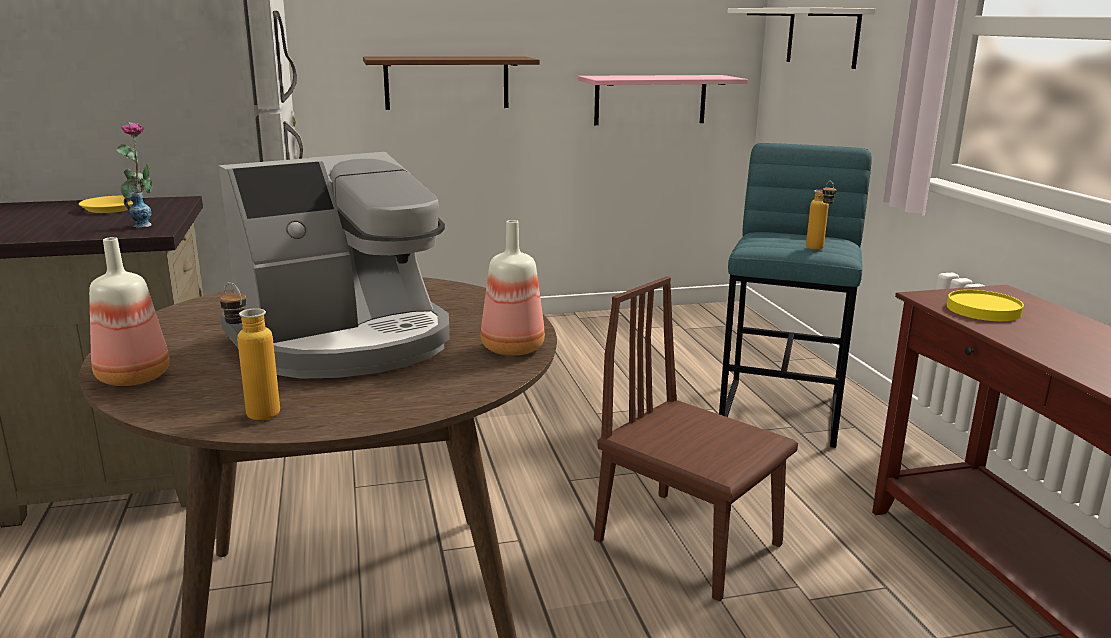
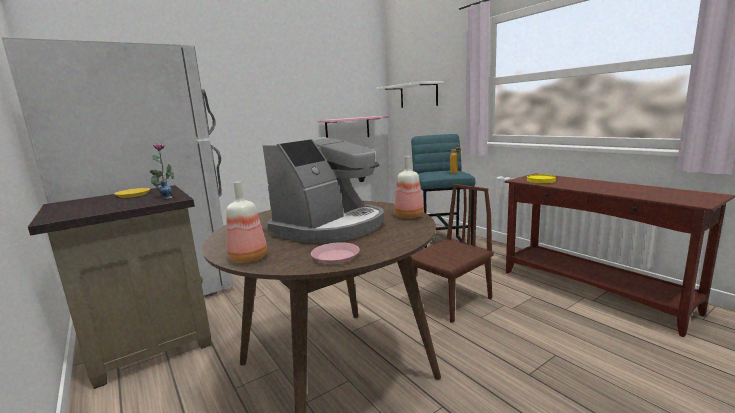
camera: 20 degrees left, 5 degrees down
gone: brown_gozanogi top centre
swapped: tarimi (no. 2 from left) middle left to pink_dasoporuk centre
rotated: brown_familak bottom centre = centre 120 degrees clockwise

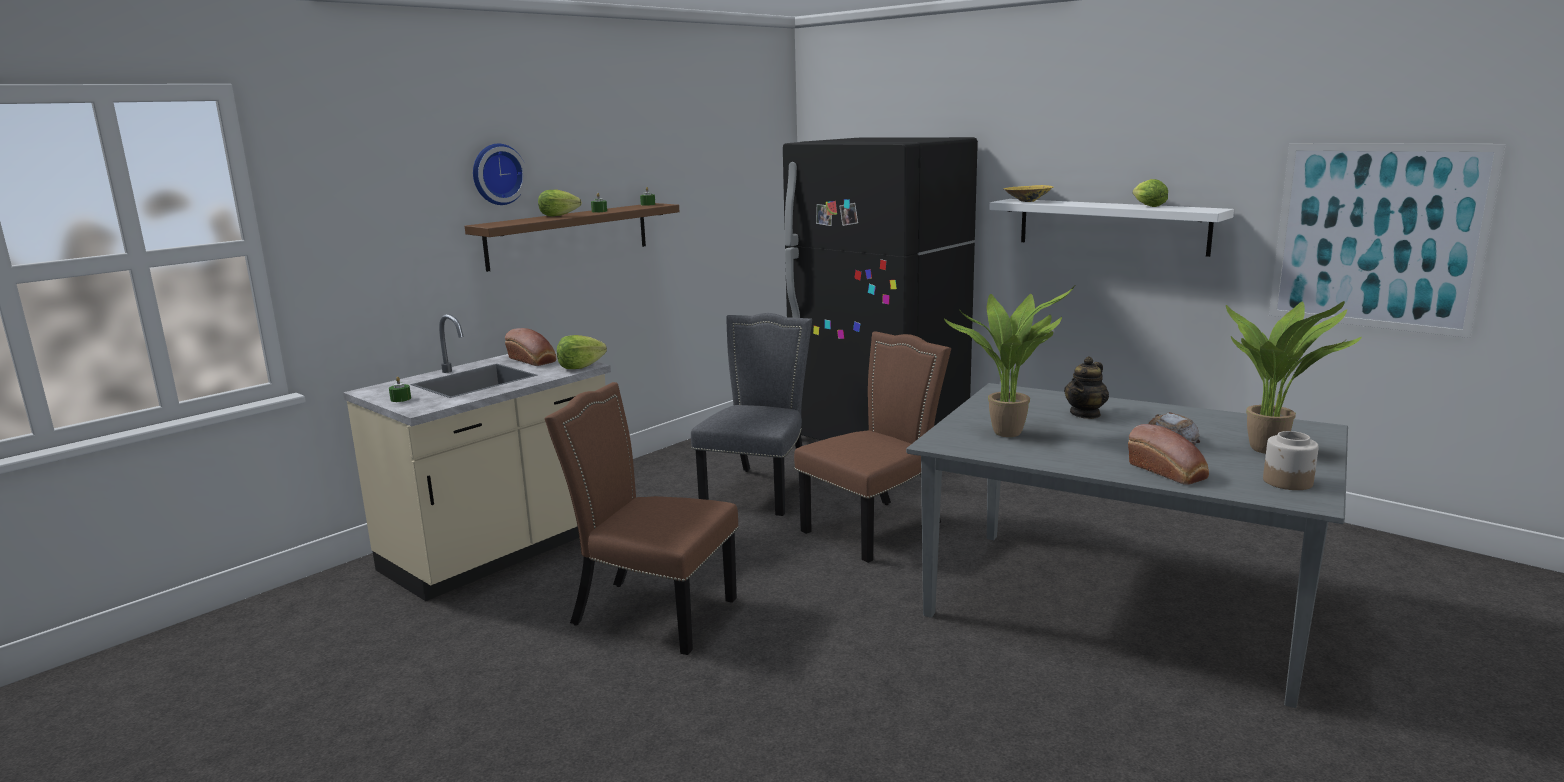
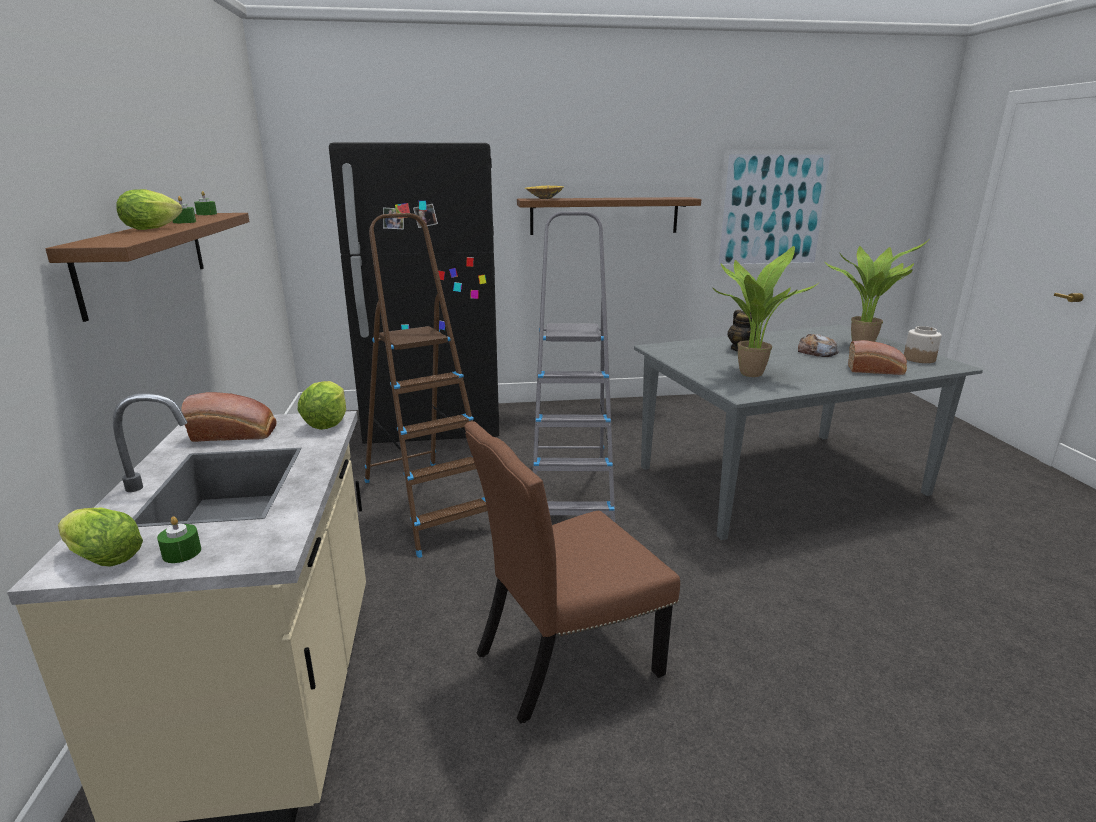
camera: 50 degrees left, 5 degrees up
gone: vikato top left
shifted: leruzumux (no. 3 from left in the first image) top right to leruzumux (no. 1 from left) middle left
swapped: grey_familak centre to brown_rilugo centre; brown_familak (no. 2 from left) centre to grey_rilugo centre
repainted: white_gozanogi top right to brown_gozanogi (no. 2 from left) top centre

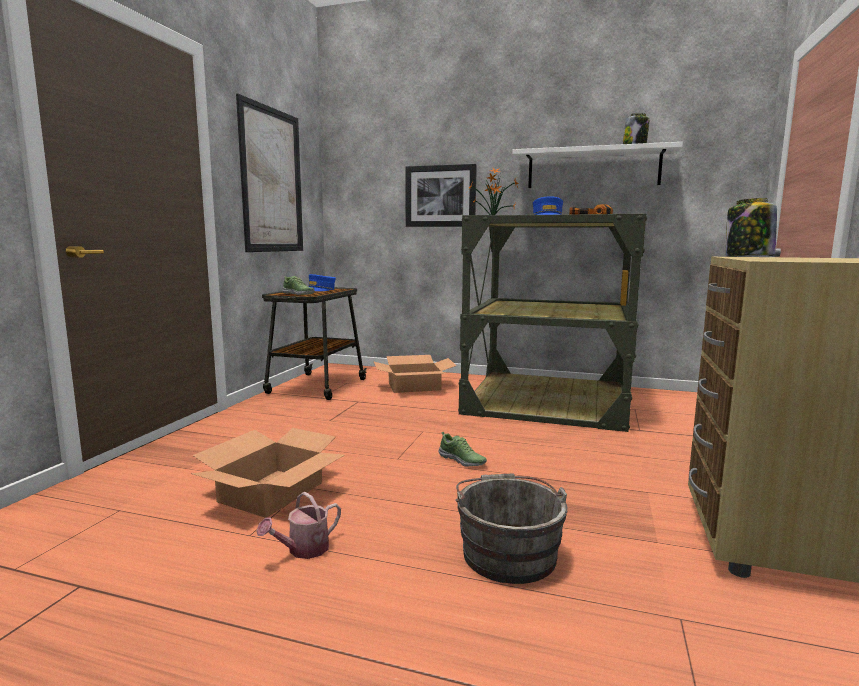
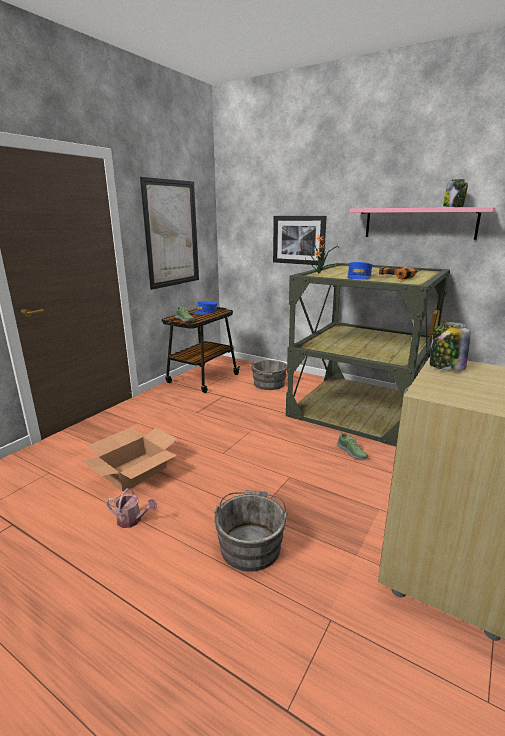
camera: 15 degrees right, 10 degrees up
shifted: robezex (no. 2 from left) centre to middle right
swapped: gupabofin (no. 2 from left) centre to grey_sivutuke (no. 2 from left) centre
repainted: white_gozanogi top right to pink_gozanogi top right
rotated: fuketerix bottom centre = bottom left 135 degrees counterclockwise

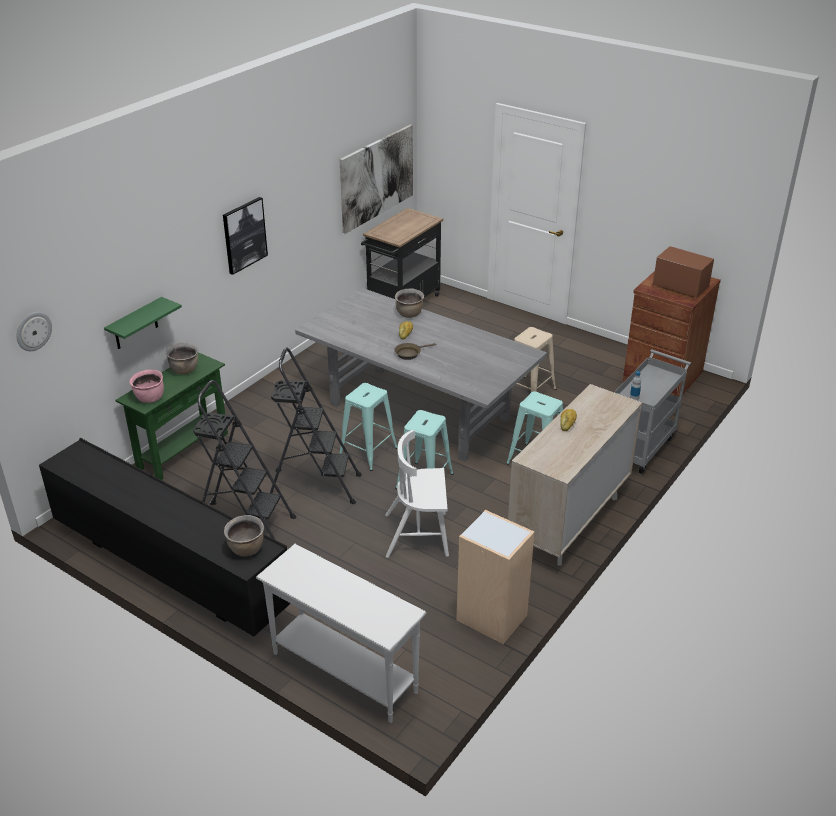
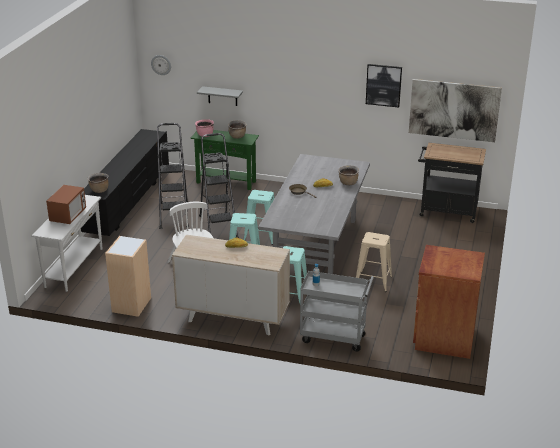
camera: 70 degrees right, 5 degrees down
shifted: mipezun (no. 1 from left) top left to top right; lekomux middle right to middle left
repainted: green_gozanogi middle left to grey_gozanogi top centre

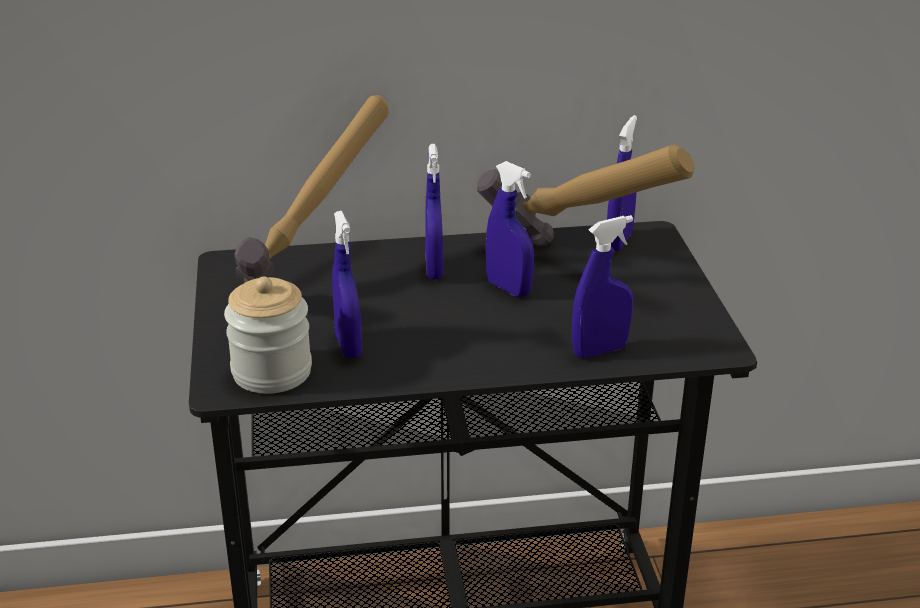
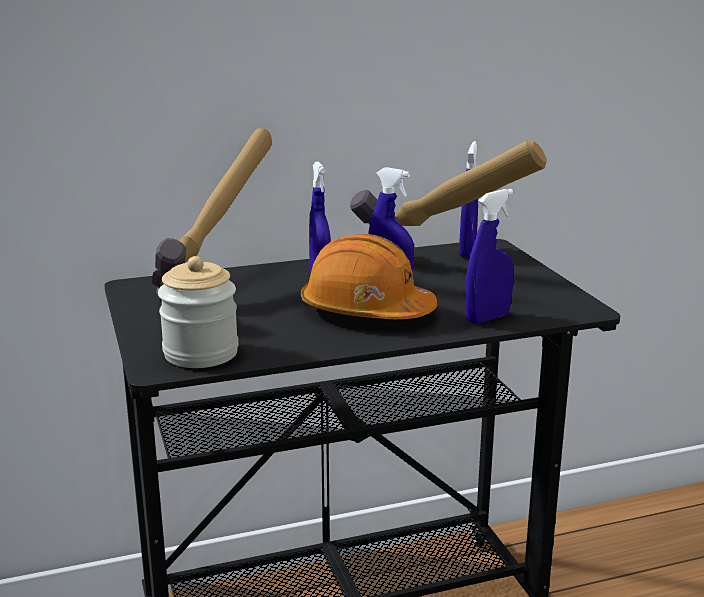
camera: 10 degrees left, 10 degrees down
gone: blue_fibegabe (no. 1 from left) centre
new: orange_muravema centre

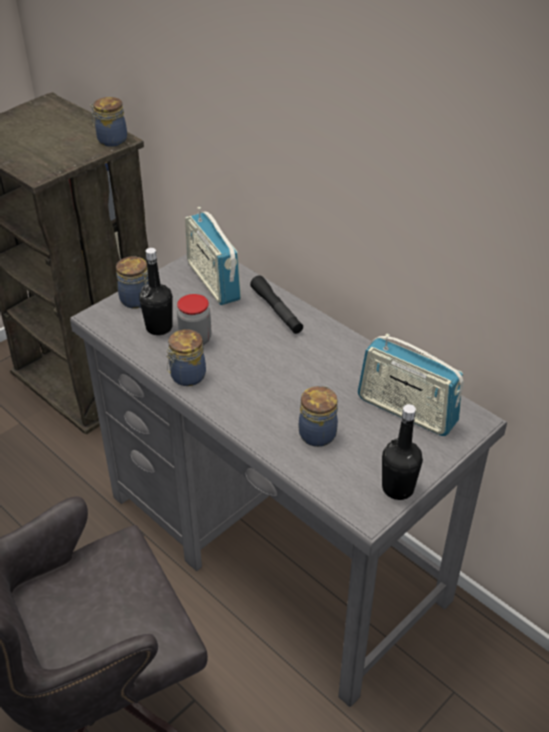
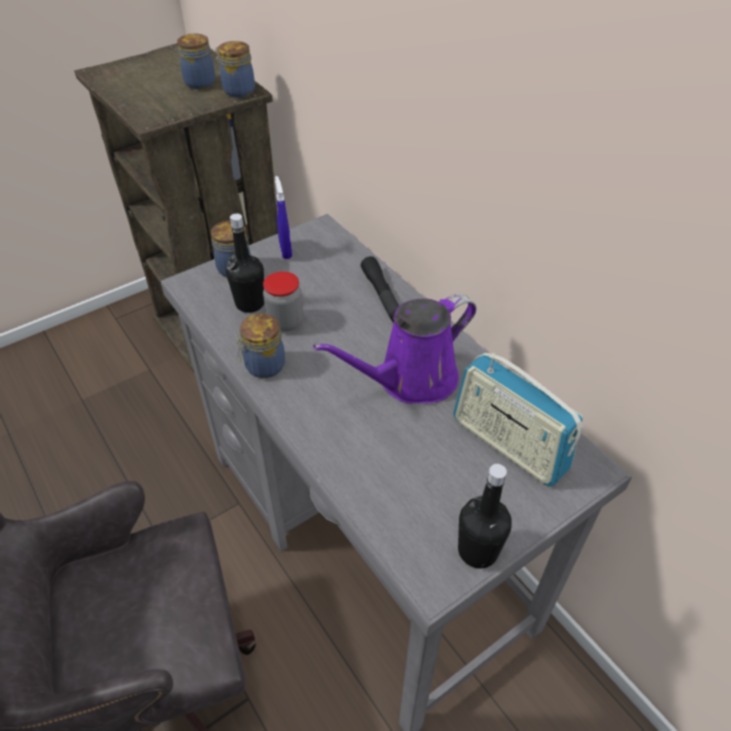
camera: 10 degrees right, 5 degrees up
gone: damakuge (no. 1 from left) centre
new: blue_fibegabe top centre; purple_fuketerix centre
shifted: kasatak (no. 5 from left in the first image) centre to kasatak (no. 1 from left) top left

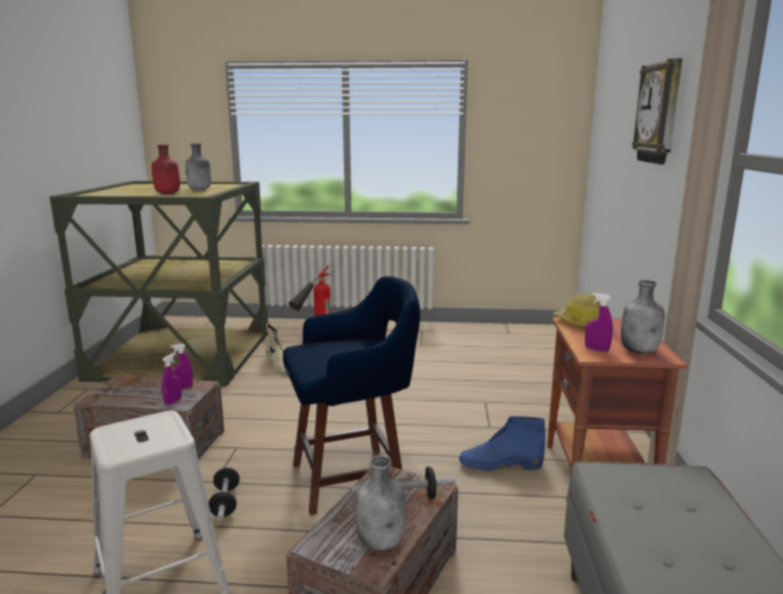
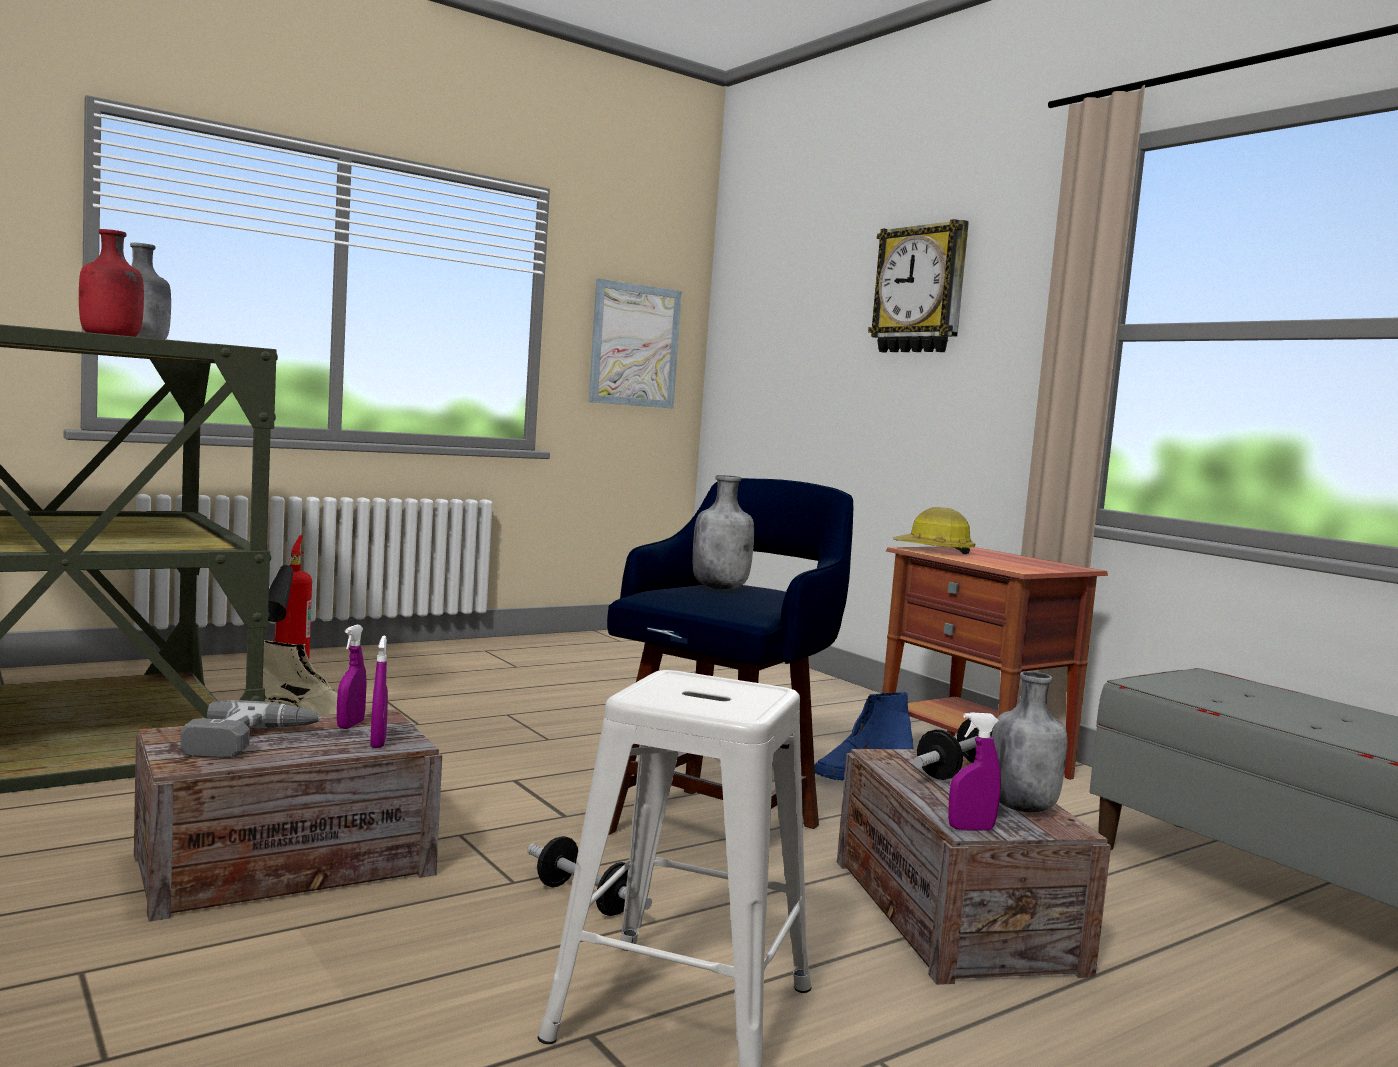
camera: 40 degrees left, 10 degrees down
new: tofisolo bottom left; mipezun top centre
shifted: purple_fibegabe (no. 3 from left) middle right to bottom right; grey_tarimi (no. 3 from left in the first image) middle right to grey_tarimi (no. 2 from left) centre

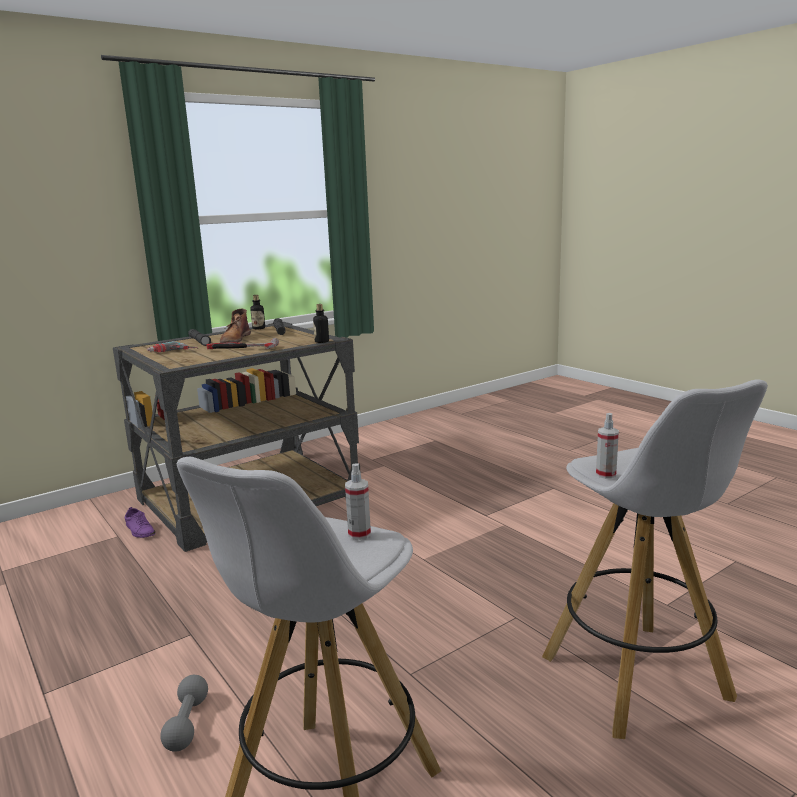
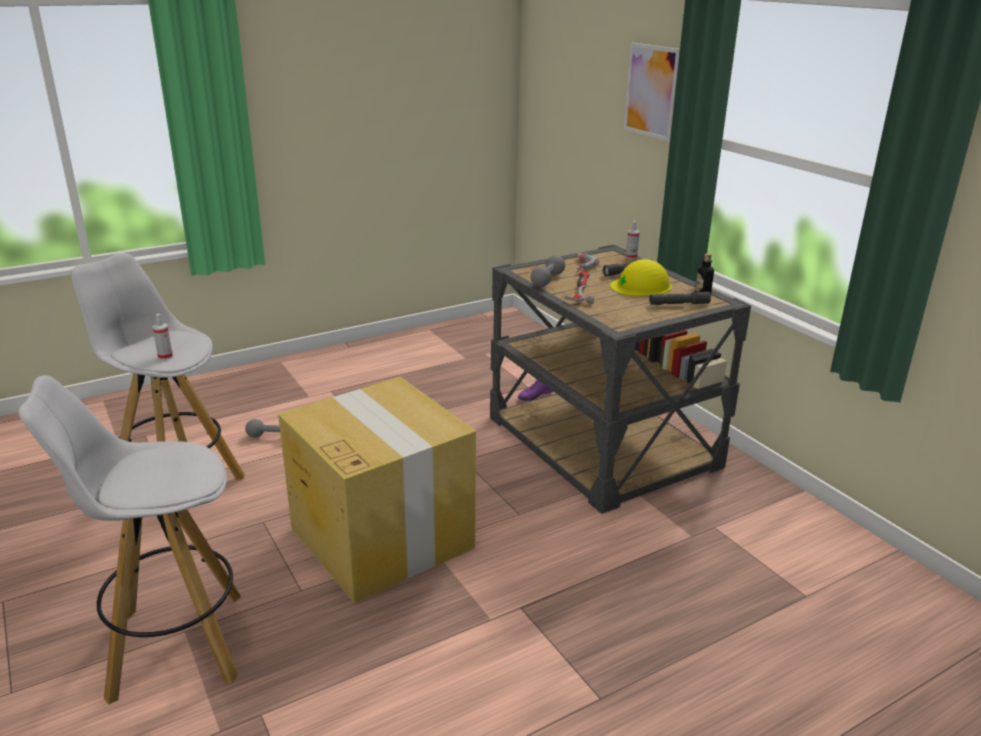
camera: 95 degrees right, 10 degrees up
gone: tarimi (no. 2 from left) centre
new: gupabofin centre; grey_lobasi (no. 2 from left) centre; mipezun top centre
shifted: fibegabe (no. 2 from left) middle right to top centre
swapped: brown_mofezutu middle left to yellow_muravema centre

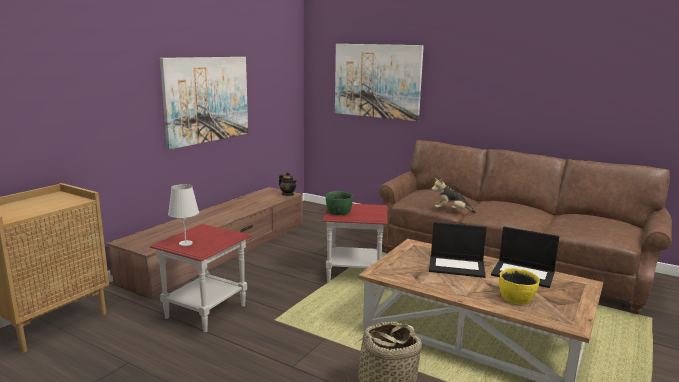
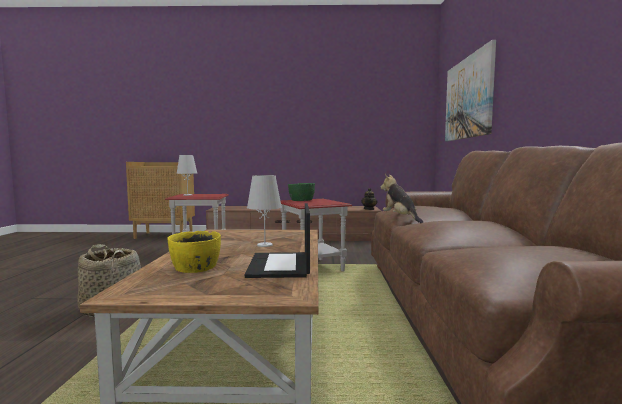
camera: 60 degrees right, 10 degrees down
gone: mipezun (no. 1 from left) top left
swapped: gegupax (no. 1 from left) middle right to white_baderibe (no. 2 from left) centre

